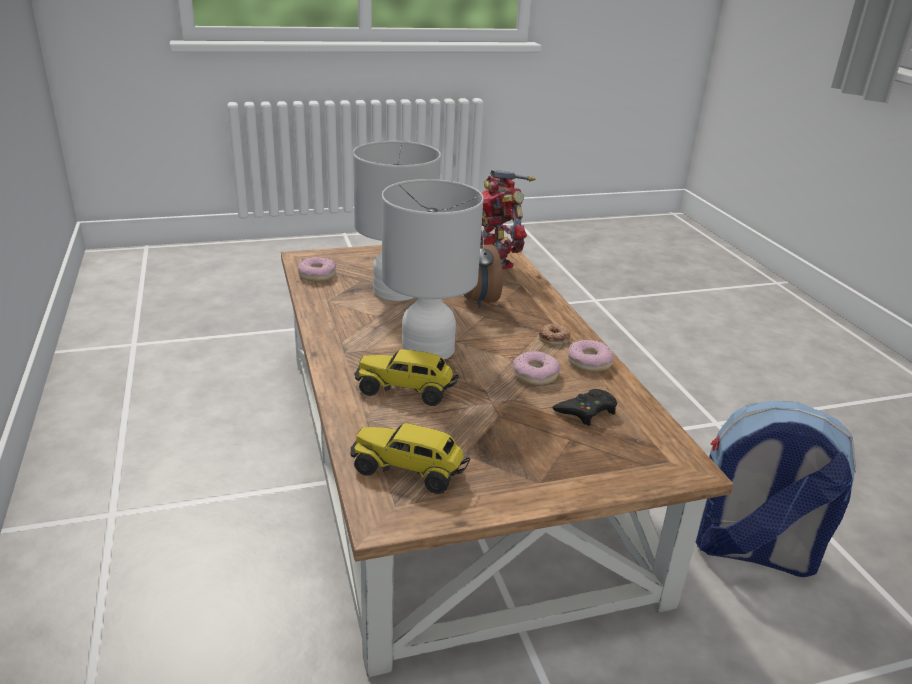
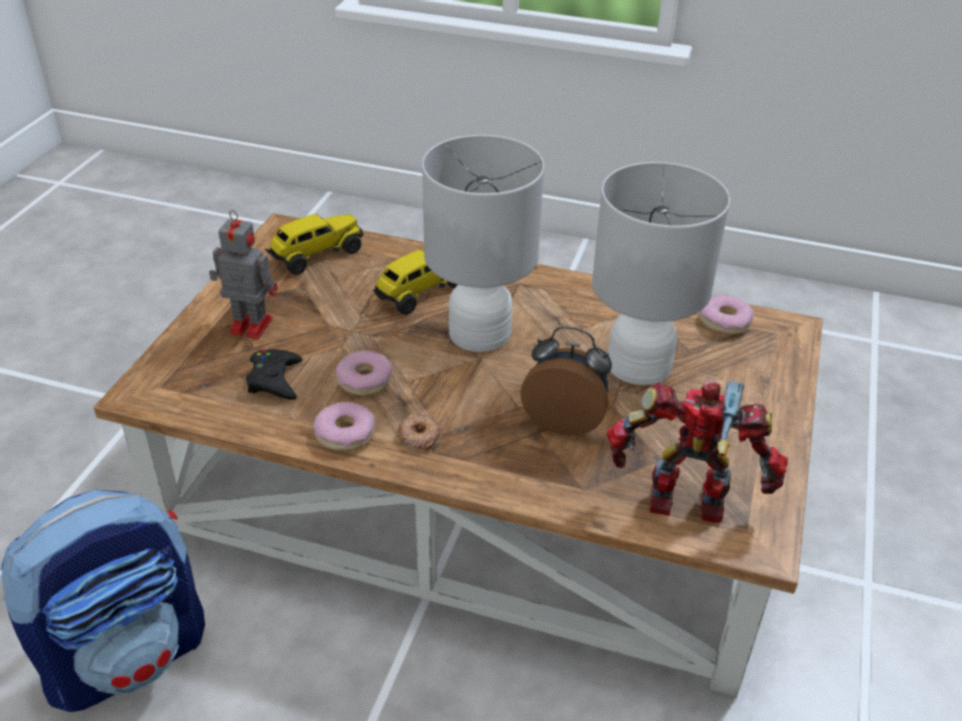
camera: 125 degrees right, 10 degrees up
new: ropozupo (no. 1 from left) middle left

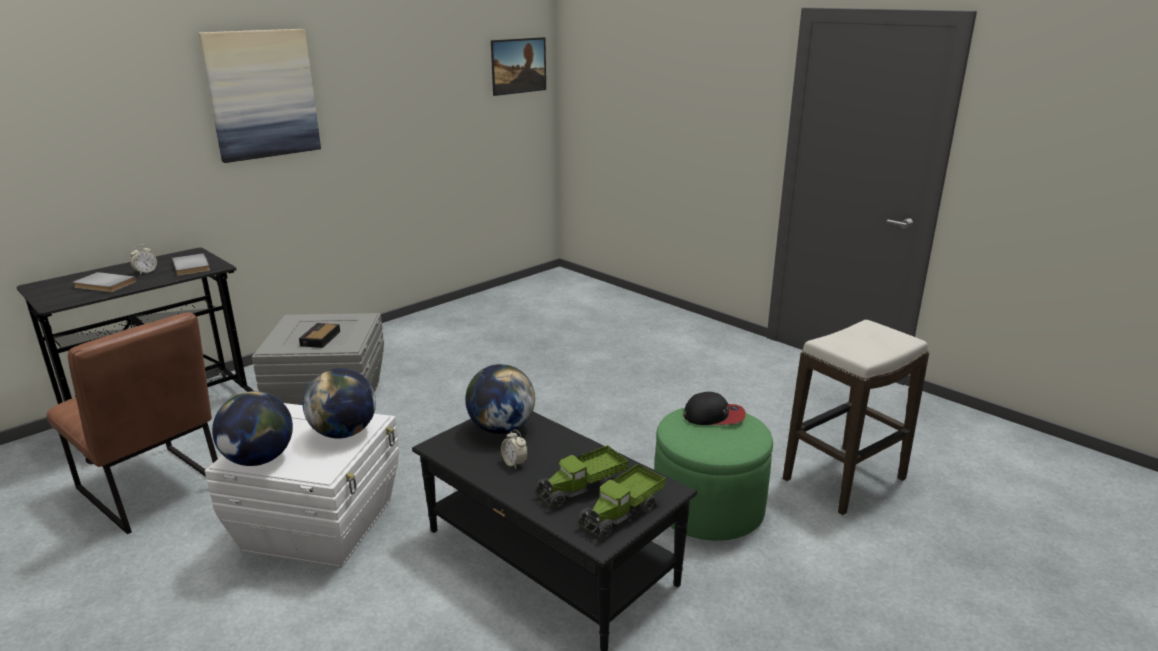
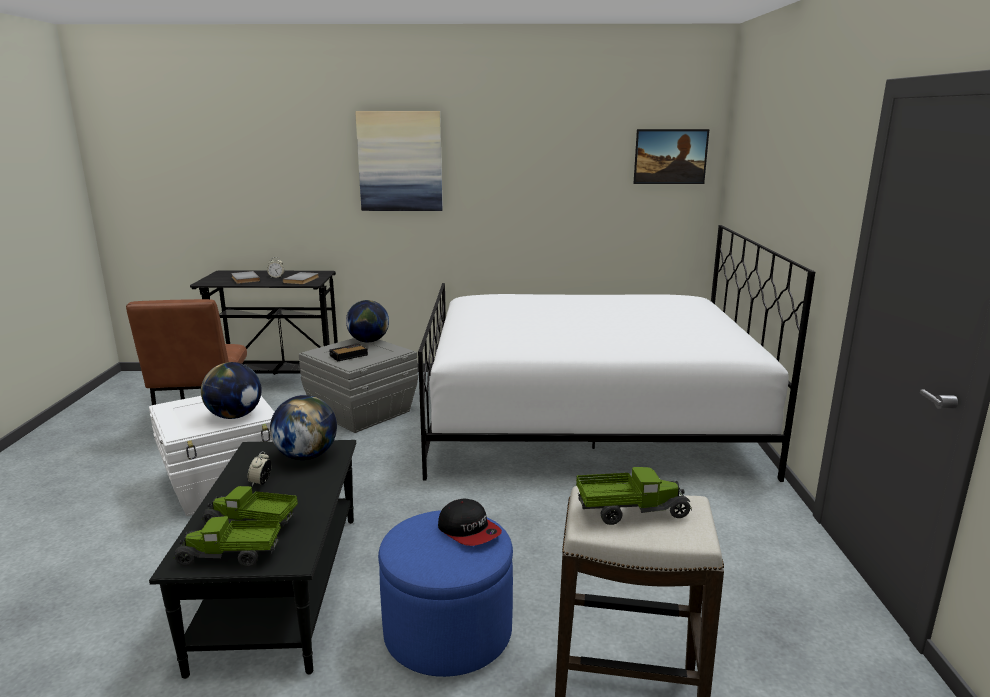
camera: 45 degrees right, 5 degrees down
new: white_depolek centre; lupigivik (no. 3 from left) bottom centre
shifted: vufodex (no. 1 from left in the first image) middle left to vufodex (no. 3 from left) centre
repainted: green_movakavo bottom centre to blue_movakavo bottom centre

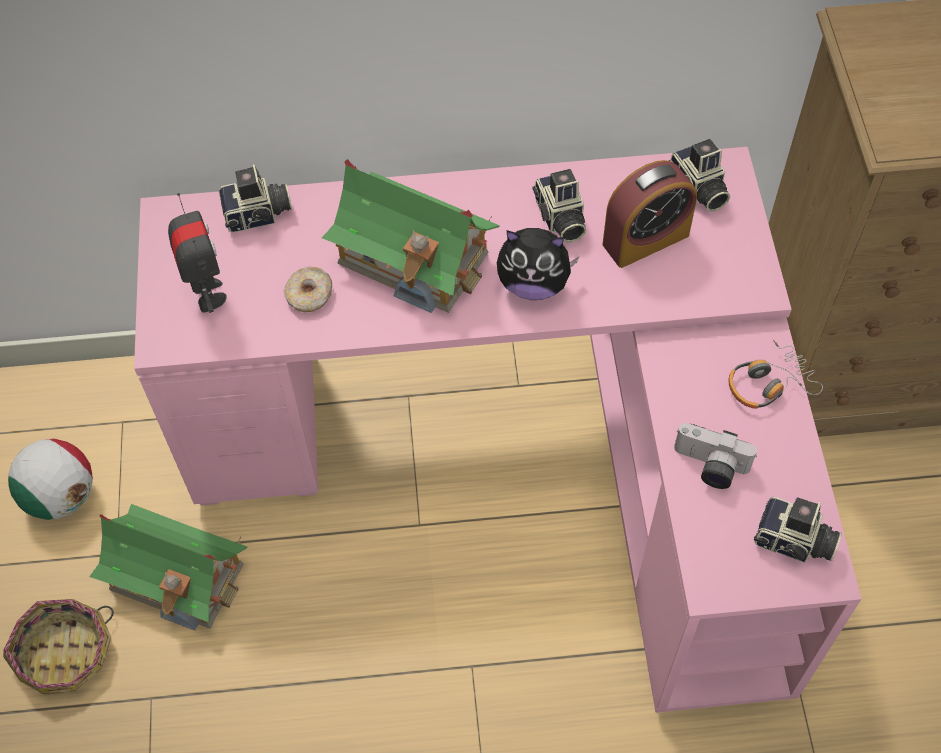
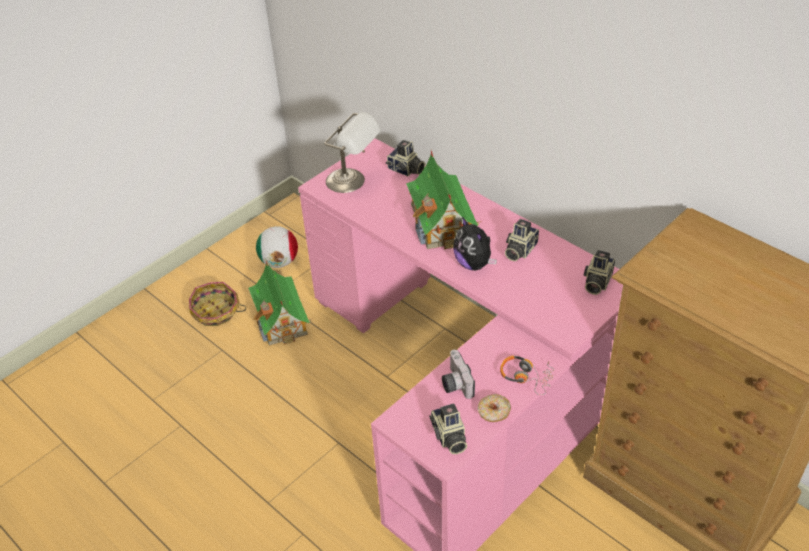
camera: 50 degrees right, 15 degrees down
gone: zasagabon top right
shifted: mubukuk middle left to bottom centre
swapped: ropozupo middle left to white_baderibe top centre

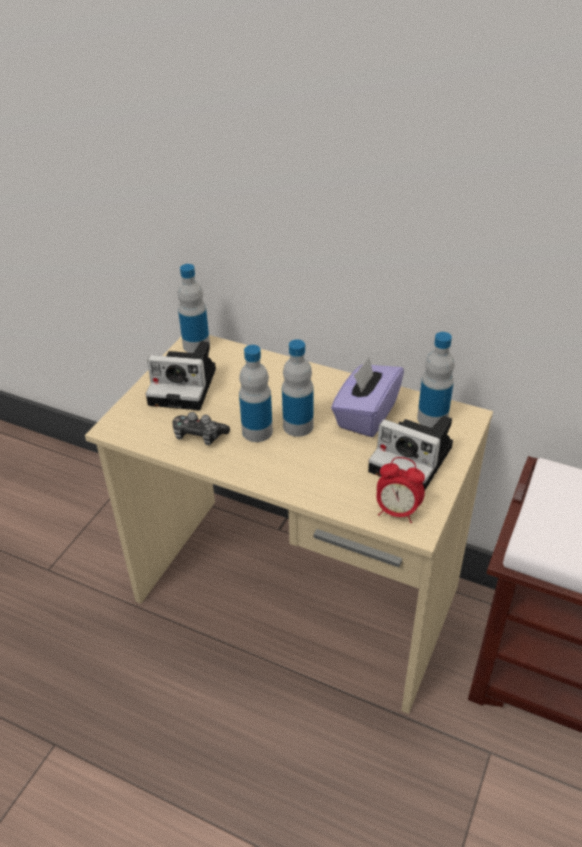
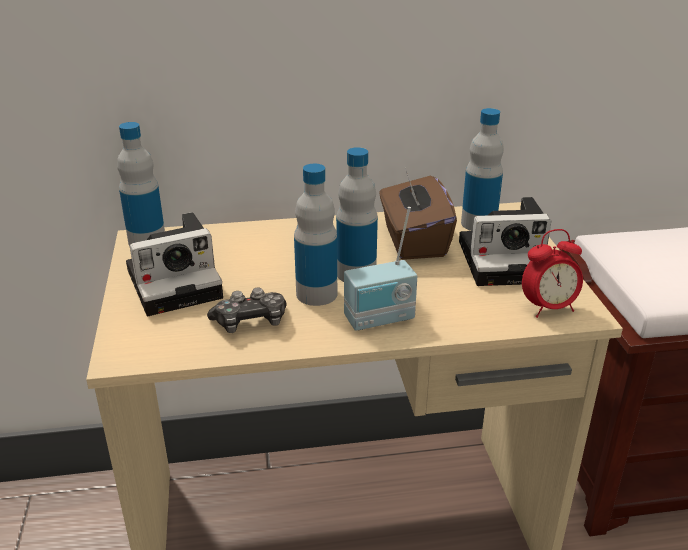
camera: 35 degrees left, 10 degrees down
new: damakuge centre
repainted: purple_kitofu centre to brown_kitofu centre

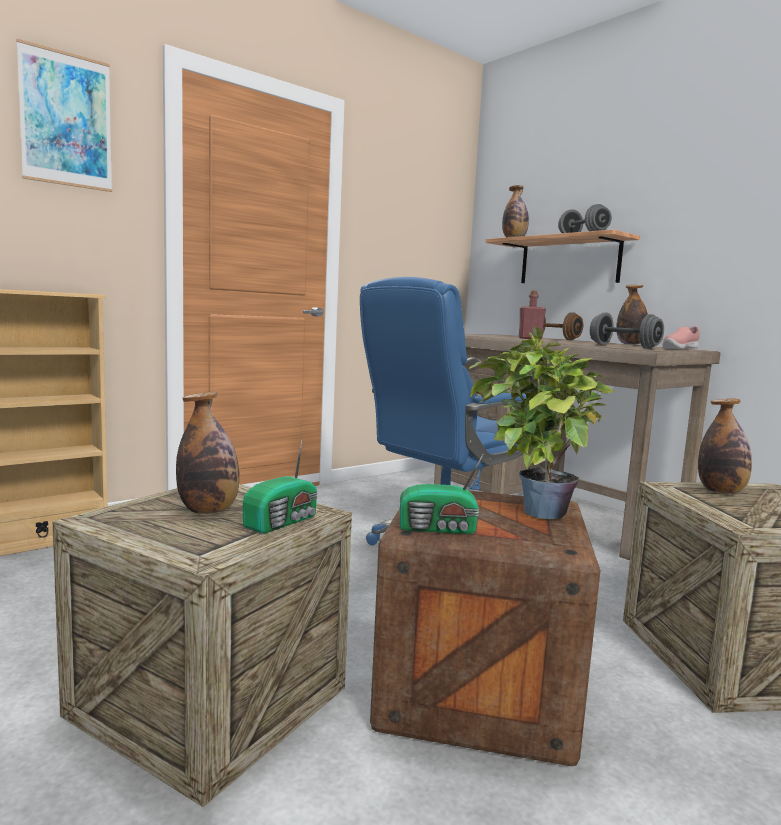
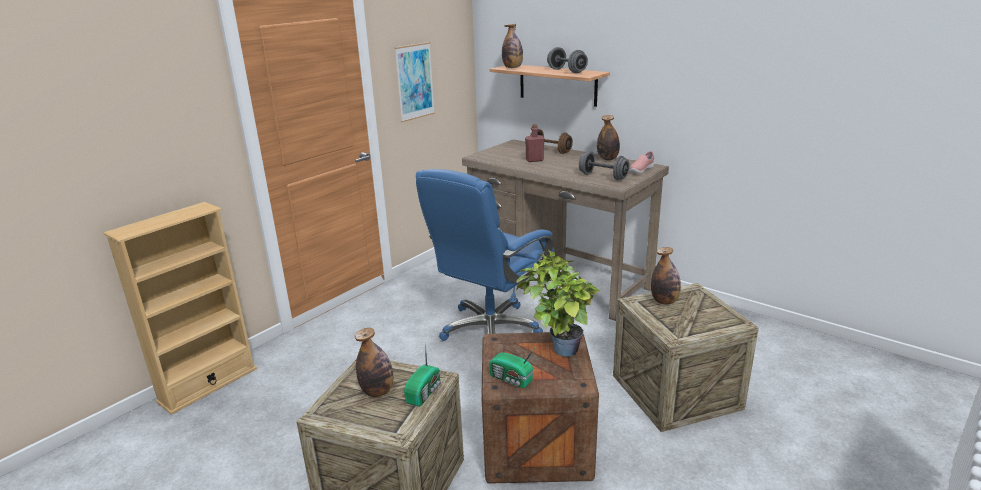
camera: 10 degrees left, 15 degrees up
shifted: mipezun top left to top centre
rotated: damakuge (no. 2 from left) centre = bottom centre 45 degrees clockwise

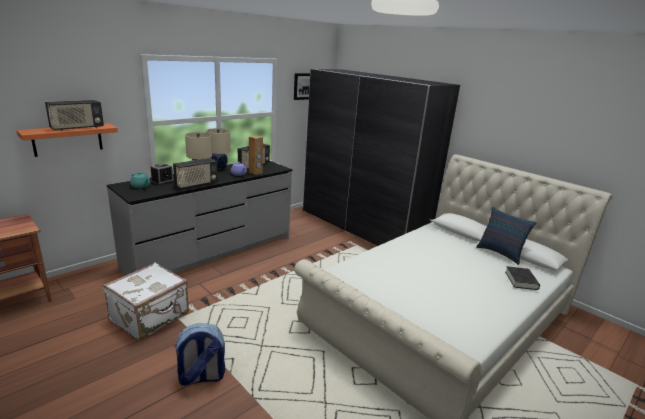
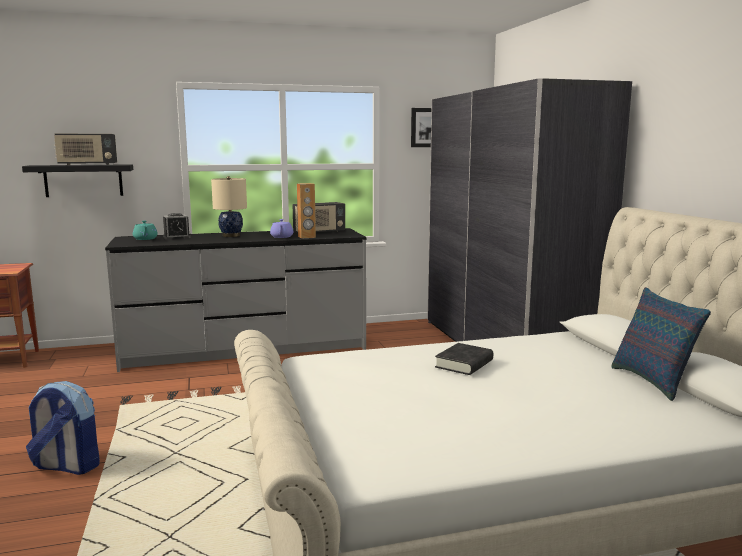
camera: 30 degrees right, 10 degrees down
gone: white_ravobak bottom left; damakuge (no. 2 from left) middle left; beige_baderibe (no. 2 from left) centre
shifted: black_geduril middle right to centre
repainted: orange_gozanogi middle left to black_gozanogi top left

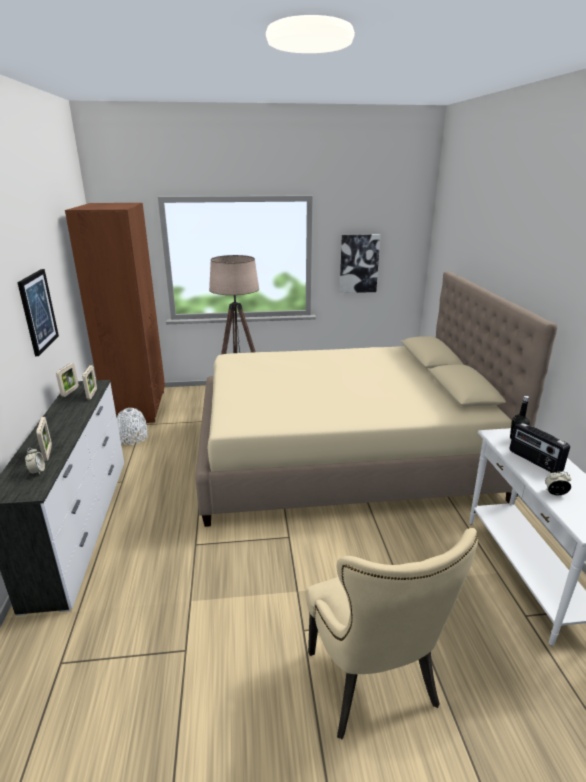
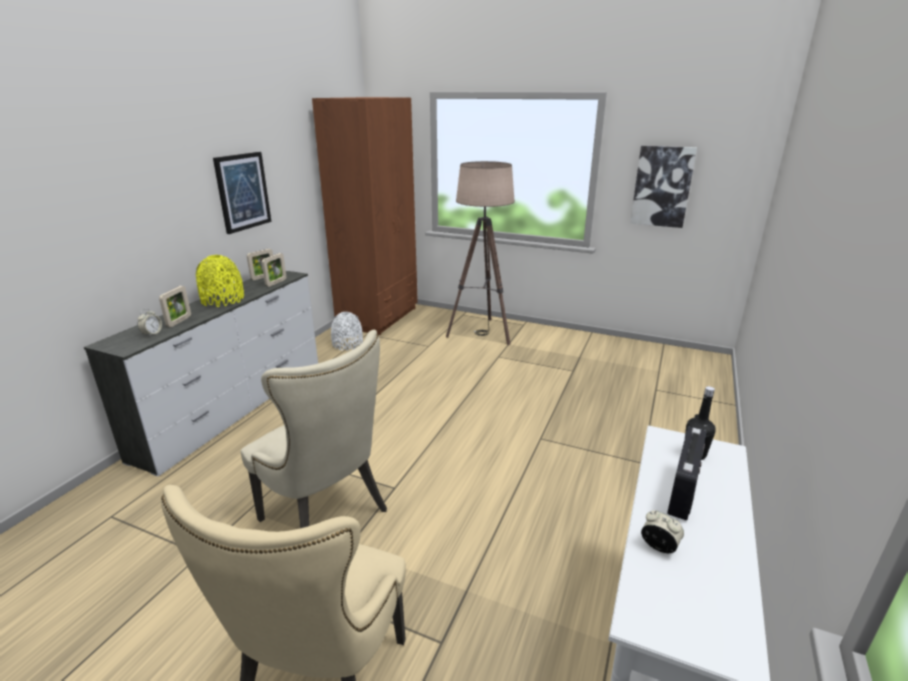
camera: 30 degrees right, 0 degrees up
gone: beige_depolek centre
new: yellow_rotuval middle left; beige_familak (no. 2 from left) centre
rotated: damakuge middle right = bottom right 150 degrees counterclockwise

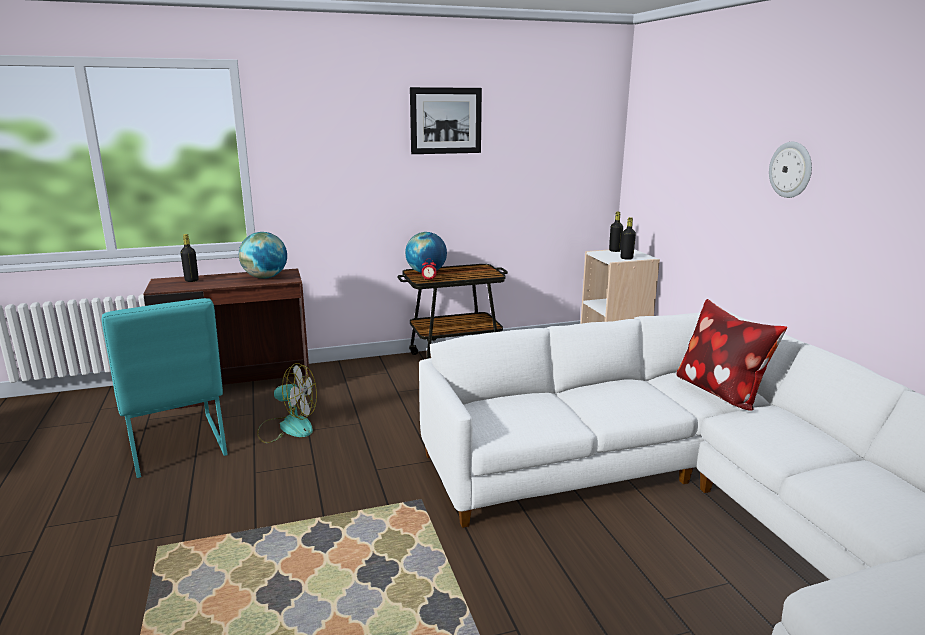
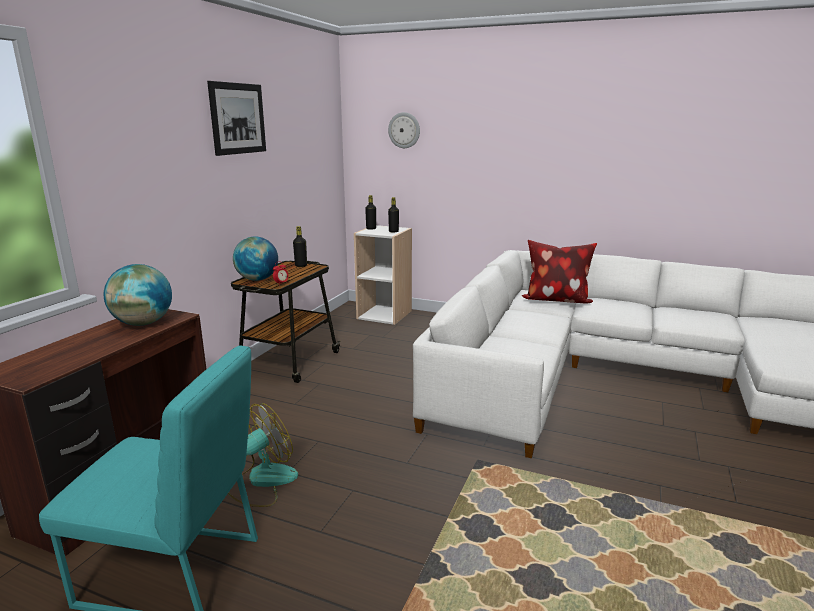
camera: 50 degrees left, 0 degrees up
shifted: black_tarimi (no. 1 from left) middle left to centre; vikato top right to top centre

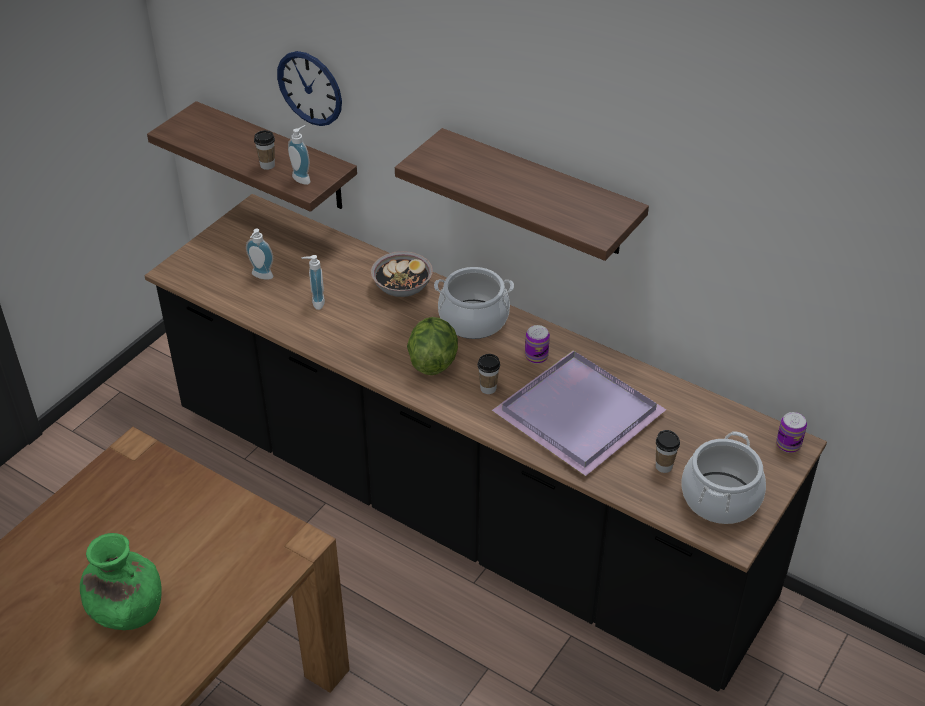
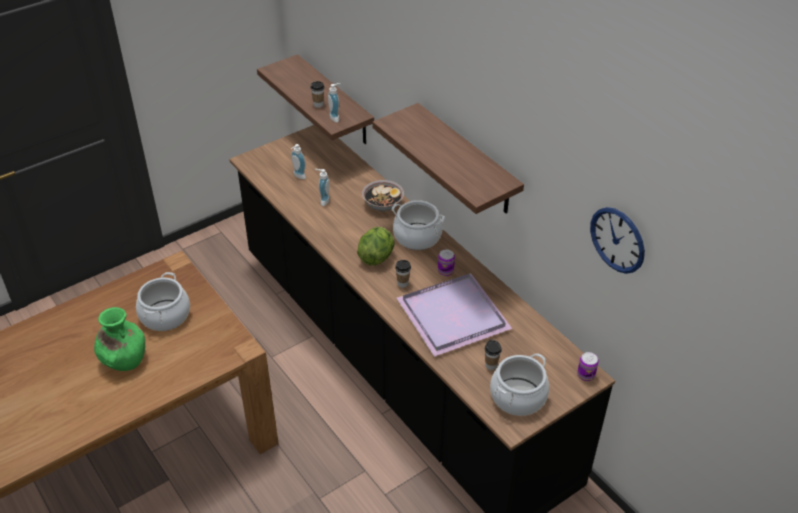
camera: 20 degrees right, 0 degrees up
new: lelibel (no. 1 from left) middle left
shifted: vikato top centre to middle right

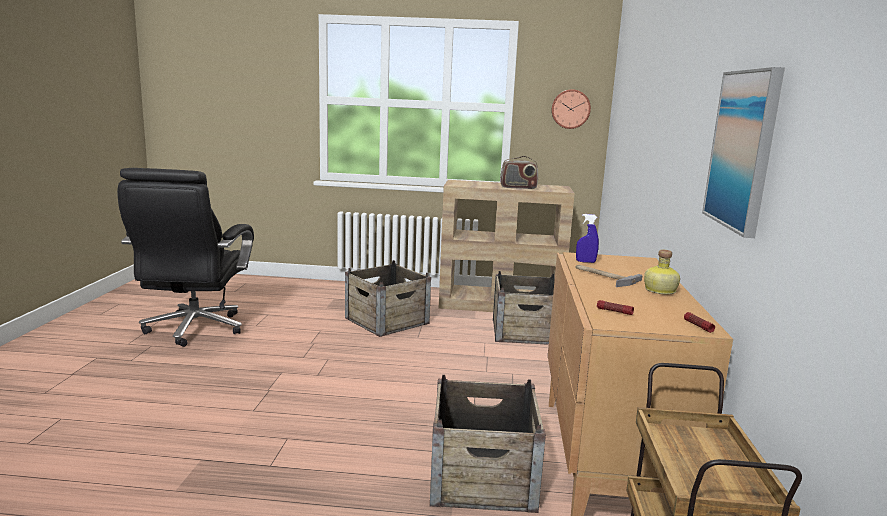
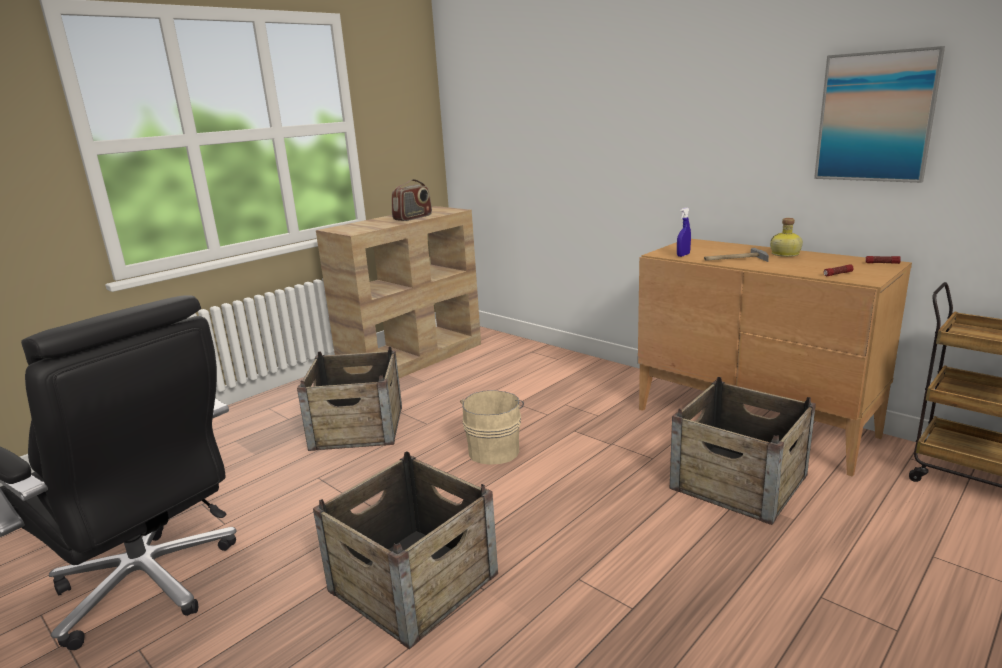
camera: 50 degrees left, 5 degrees up
gone: vikato top centre
new: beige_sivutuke centre
shifted: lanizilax (no. 3 from left in the first image) centre to lanizilax (no. 2 from left) bottom centre

